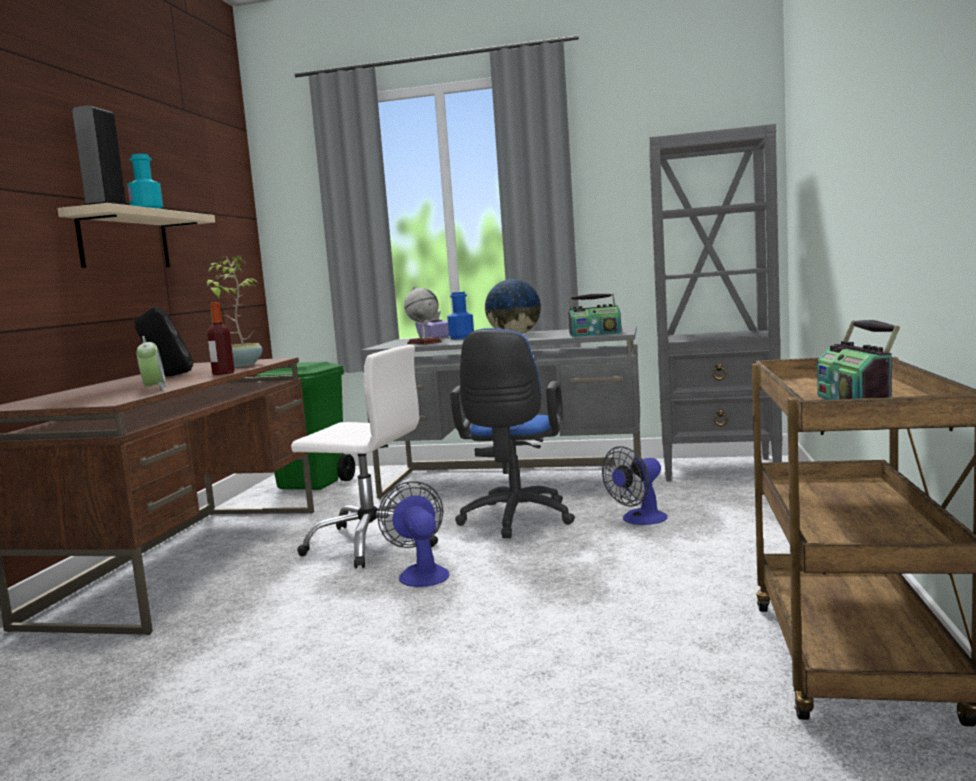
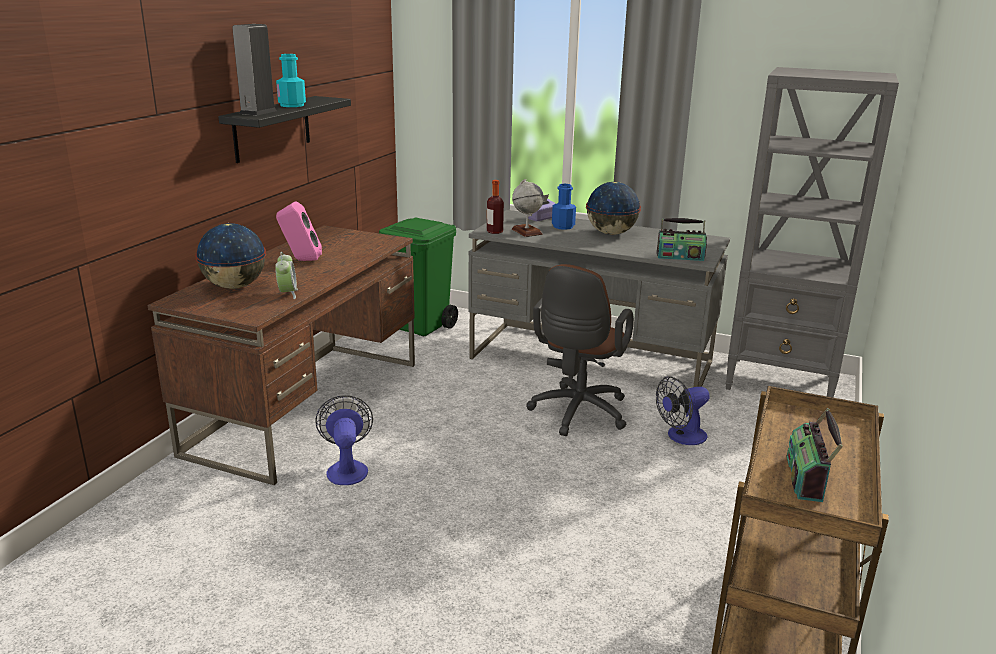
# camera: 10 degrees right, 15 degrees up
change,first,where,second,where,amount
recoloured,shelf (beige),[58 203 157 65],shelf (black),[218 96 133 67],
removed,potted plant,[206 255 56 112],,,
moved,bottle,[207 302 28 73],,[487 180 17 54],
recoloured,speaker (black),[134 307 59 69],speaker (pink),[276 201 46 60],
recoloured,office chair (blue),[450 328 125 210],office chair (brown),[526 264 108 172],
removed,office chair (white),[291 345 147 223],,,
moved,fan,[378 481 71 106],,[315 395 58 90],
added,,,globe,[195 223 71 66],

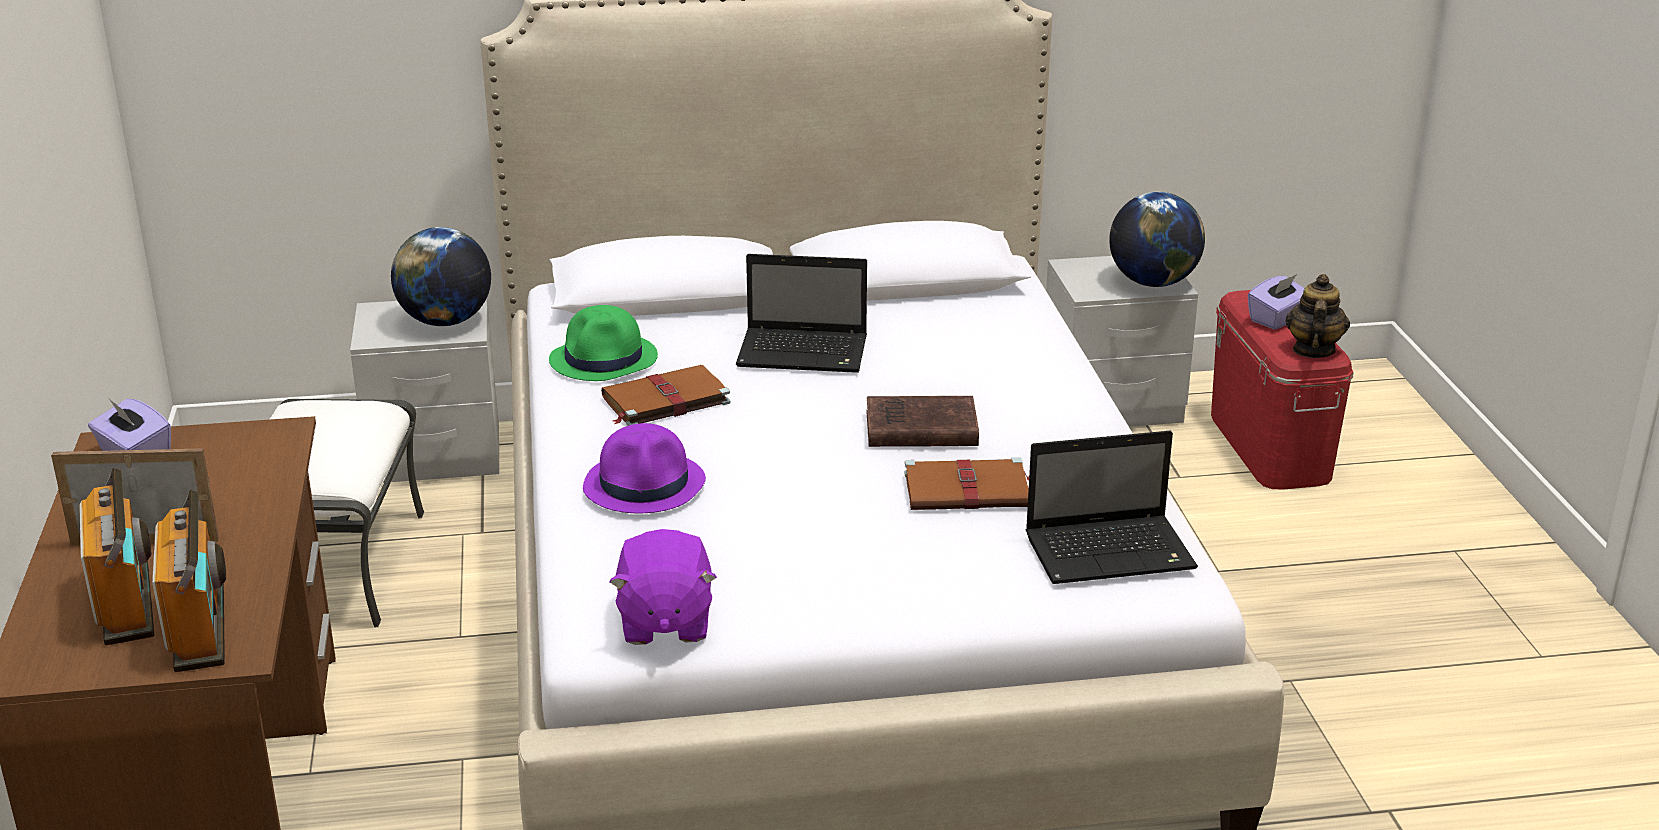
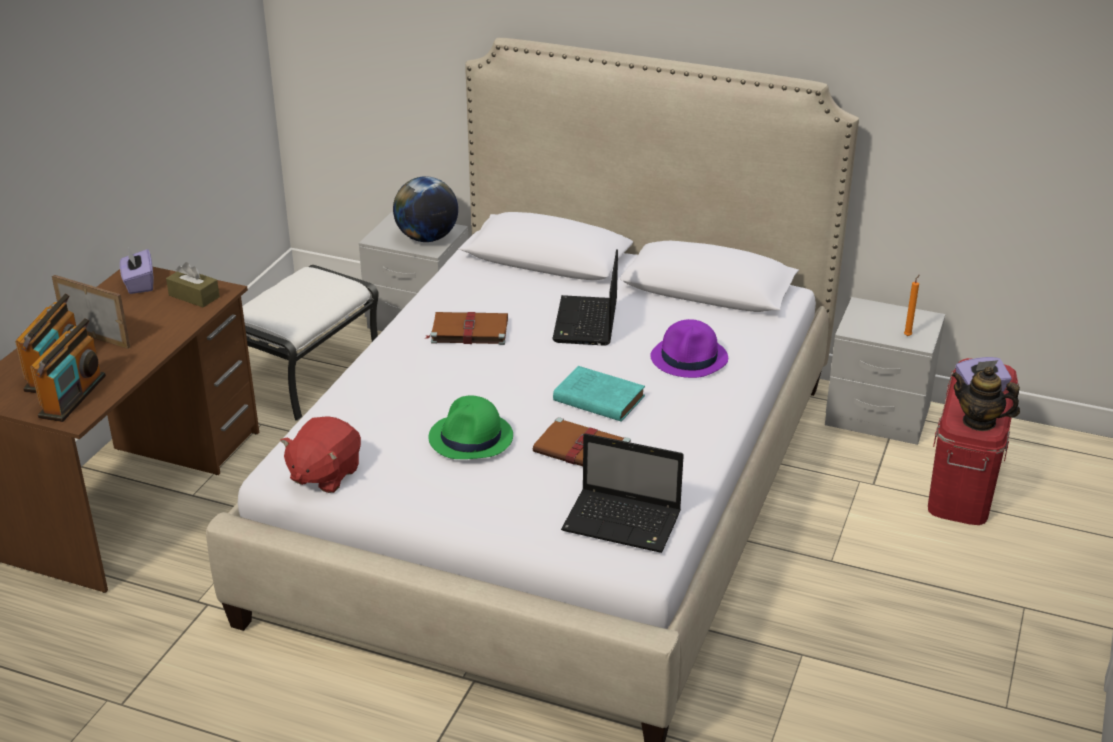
# camera: 30 degrees right, 5 degrees up
change,first,where,second,where,amount
replaced,globe,[1109 192 96 95],candle (orange),[904 274 16 62],
turned,laptop,[736 254 131 119],,[552 249 66 97],60 degrees clockwise
turned,teapot,[1286 274 64 84],,[952 367 68 64],105 degrees counterclockwise
moved,hat (green),[549 305 109 76],,[429 395 84 64],
recoloured,book (brown),[866 396 113 51],book (turquoise),[553 366 92 56],
moved,hat (purple),[583 423 123 90],,[650 319 78 59],
recoloured,plush toy (purple),[609 529 108 116],plush toy (red),[280 416 81 77],
added,,,tissue box (brown),[166 262 54 45],

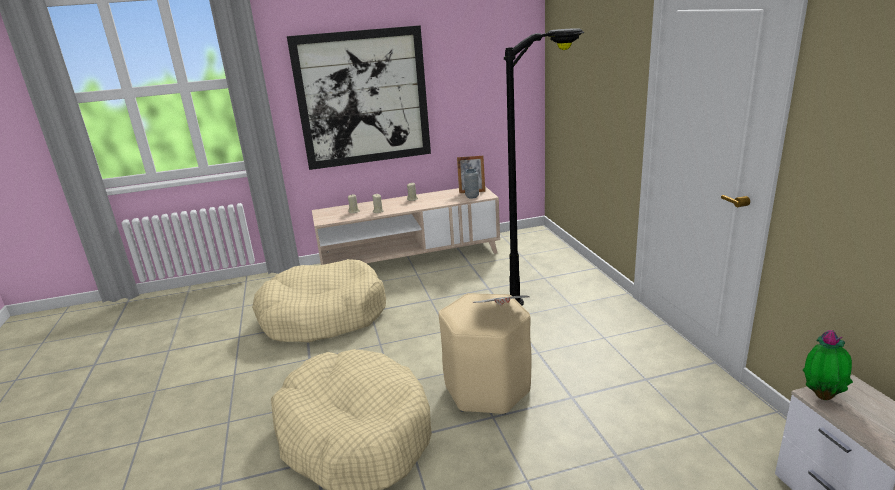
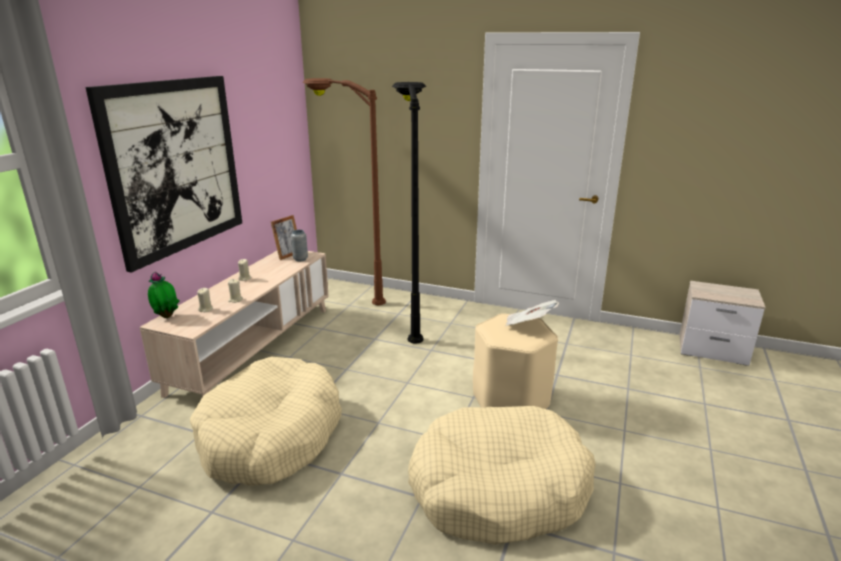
# camera: 55 degrees left, 0 degrees up
change,first,where,second,where,amount
moved,potted plant,[803 330 50 70],,[148 272 31 46],
added,,,floor lamp (brown),[303 78 83 227],

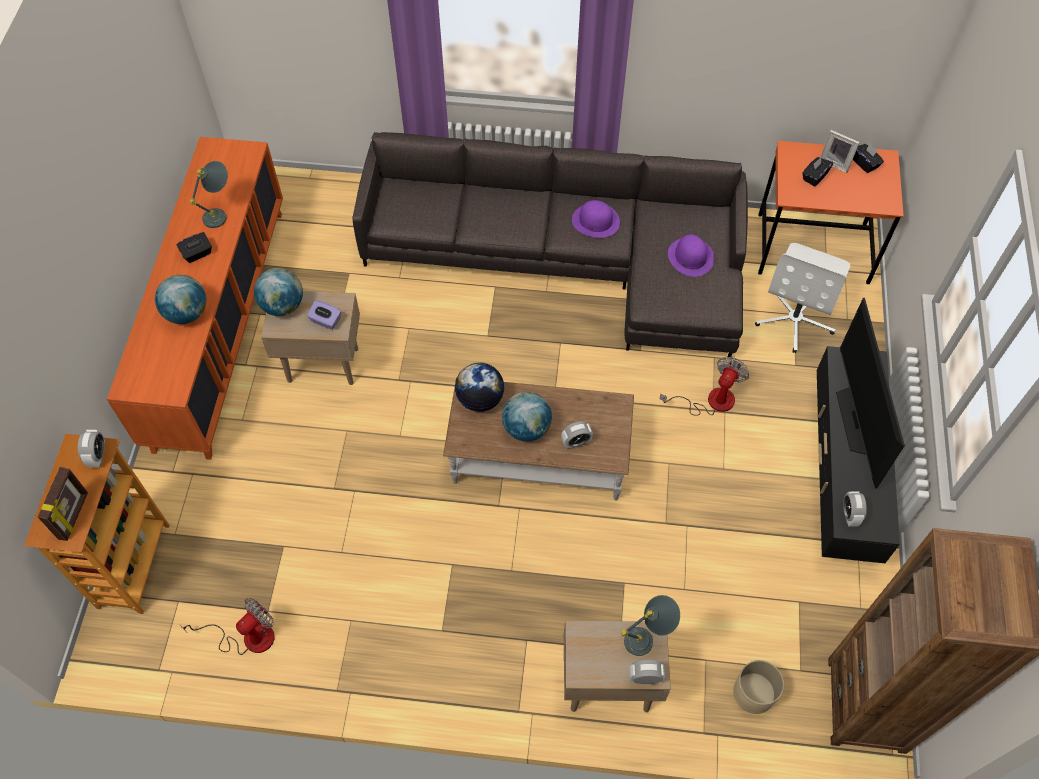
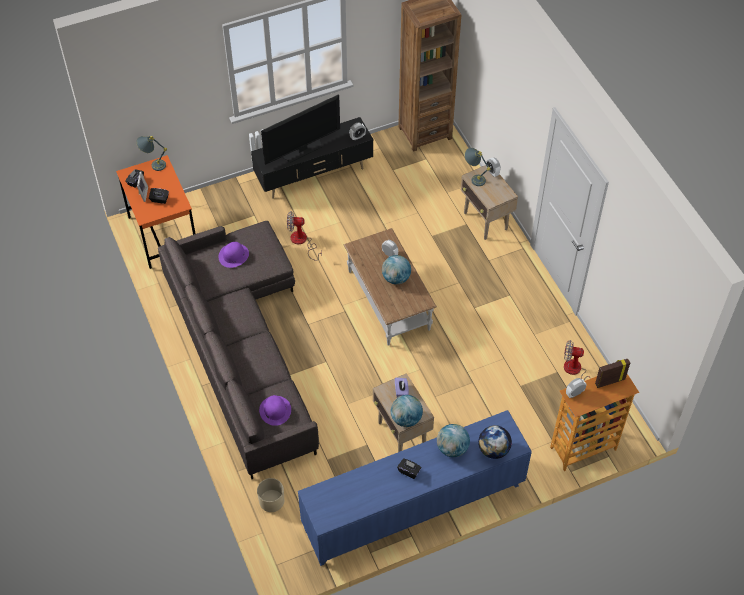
# camera: 120 degrees left, 5 degrees down
change,first,where,second,where,amount
recoloured,cabinet (orange),[107 137 176 323],cabinet (blue),[298 410 234 156],
moved,table lamp (grey),[189 161 39 67],,[136 136 31 35],
moved,hat (purple),[572 200 48 38],,[259 395 32 31],
removed,office chair (white),[755 243 95 110],,,
moved,globe,[455 363 49 49],,[478 425 34 34],
moved,planter (beige),[733 660 51 54],,[257 478 27 34],

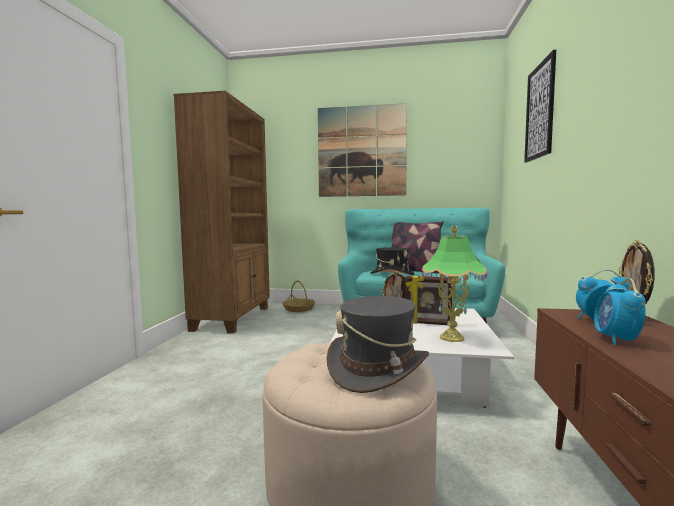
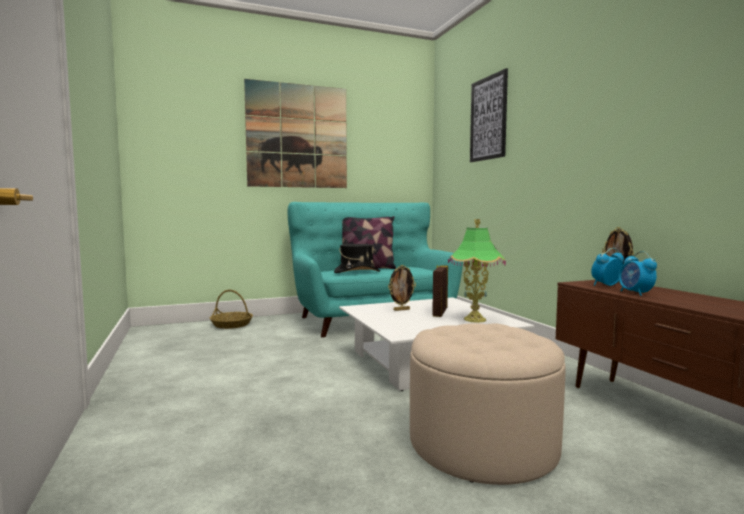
# camera: 30 degrees left, 0 degrees up
change,first,where,second,where,amount
removed,bookcase (brown),[173 91 97 243],,,
turned,picture frame,[405 276 47 49],,[432 265 16 52],120 degrees clockwise
removed,hat (grey),[326 296 103 97],,,

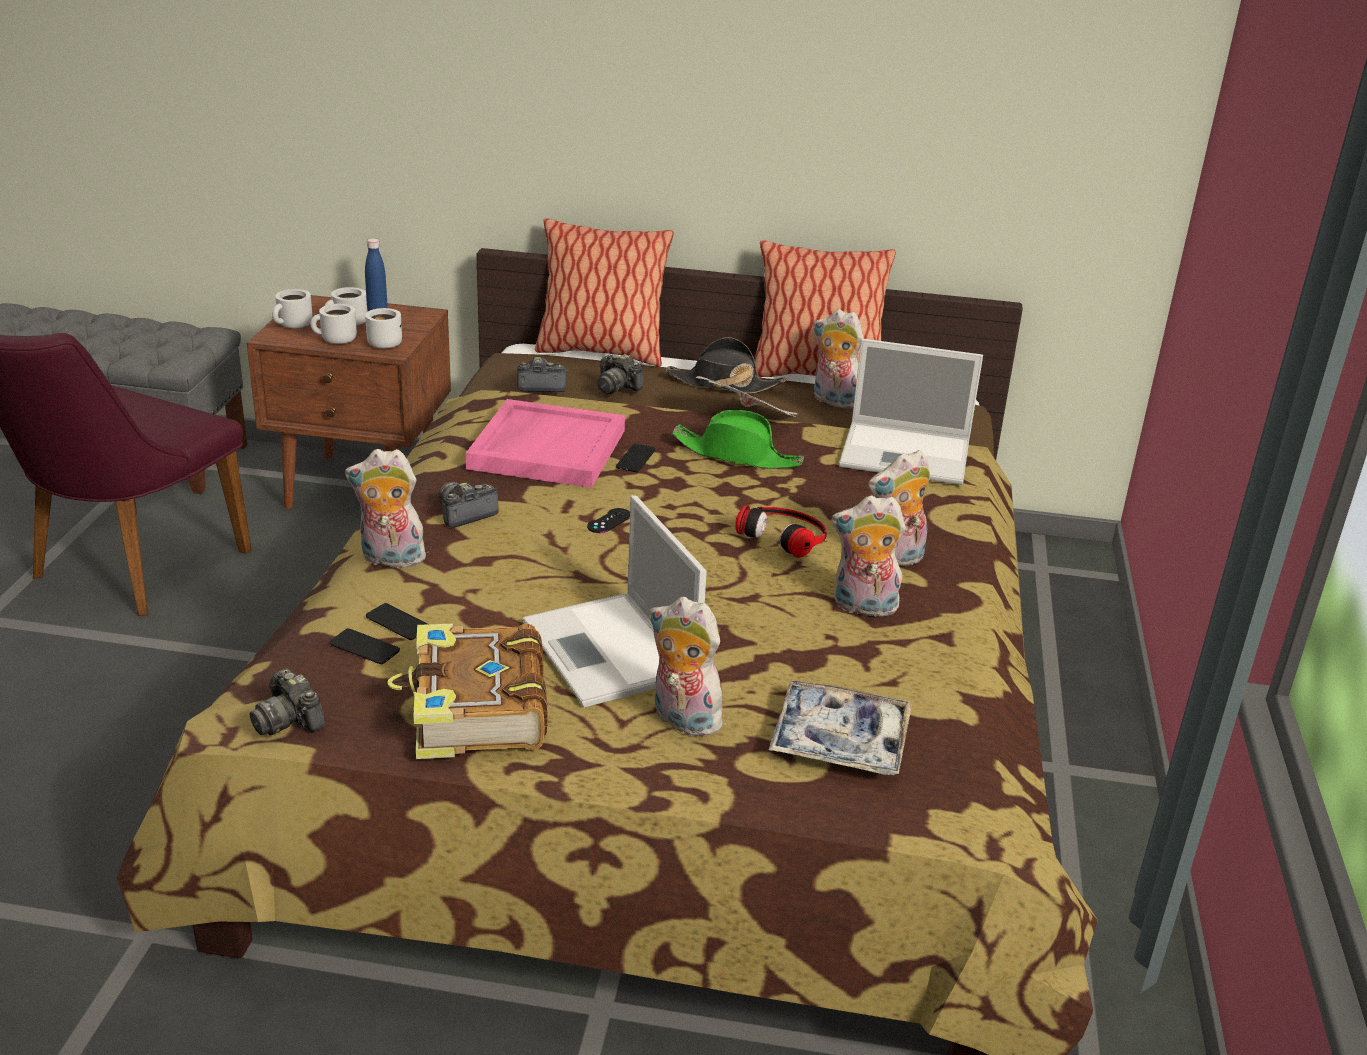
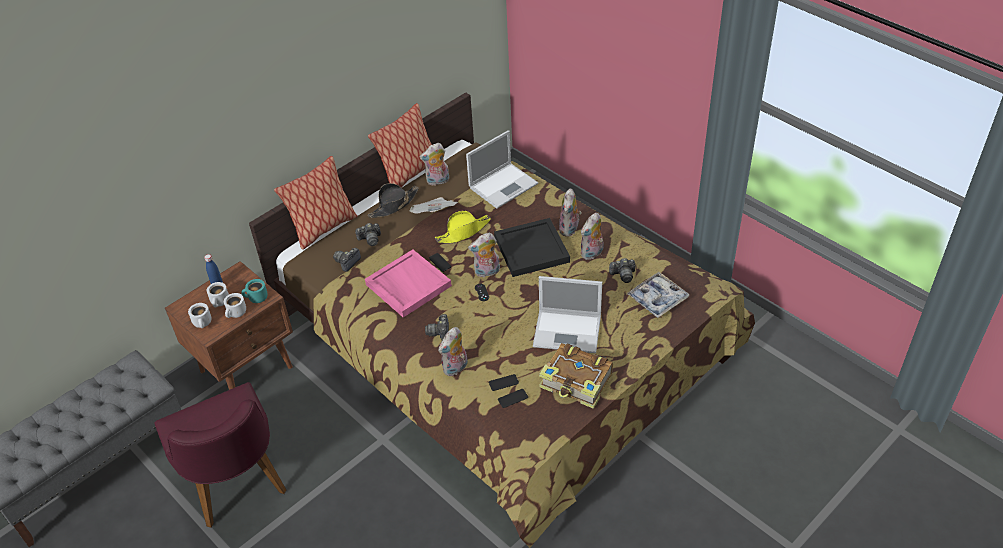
# camera: 50 degrees left, 15 degrees up
change,first,where,second,where,amount
recoloured,mug (white),[365 308 37 41],mug (turquoise),[241 279 27 24],
recoloured,hat (green),[672 410 132 59],hat (yellow),[435 211 56 33],
replaced,headphones,[735 505 92 53],tray (black),[494 218 76 59],
moved,plush toy,[649 597 79 140],,[468 233 32 44],
moved,photo camera,[249 668 76 67],,[609 258 26 25],

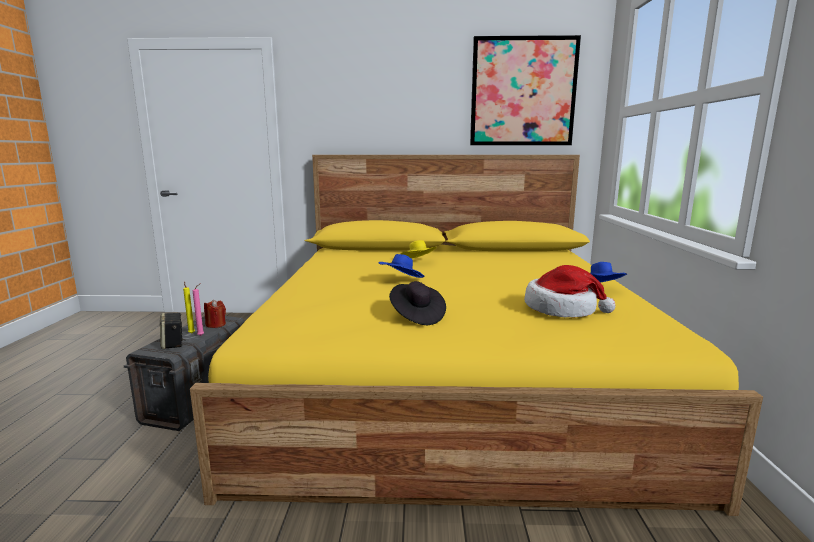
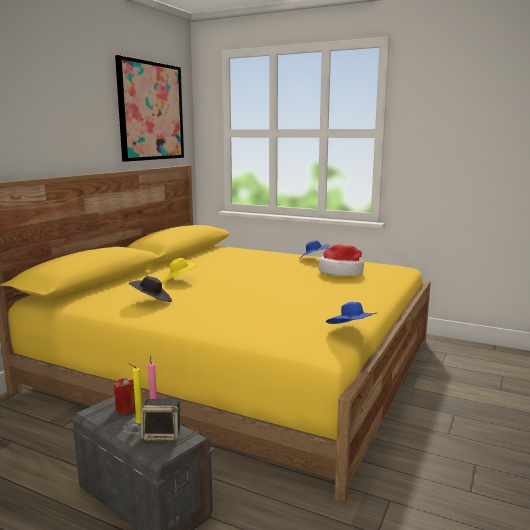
# camera: 65 degrees left, 0 degrees up
change,first,where,second,where,amount
moved,hat (blue),[379 254 46 24],,[326 302 51 22],
moved,hat (black),[389 281 57 44],,[129 276 43 26],

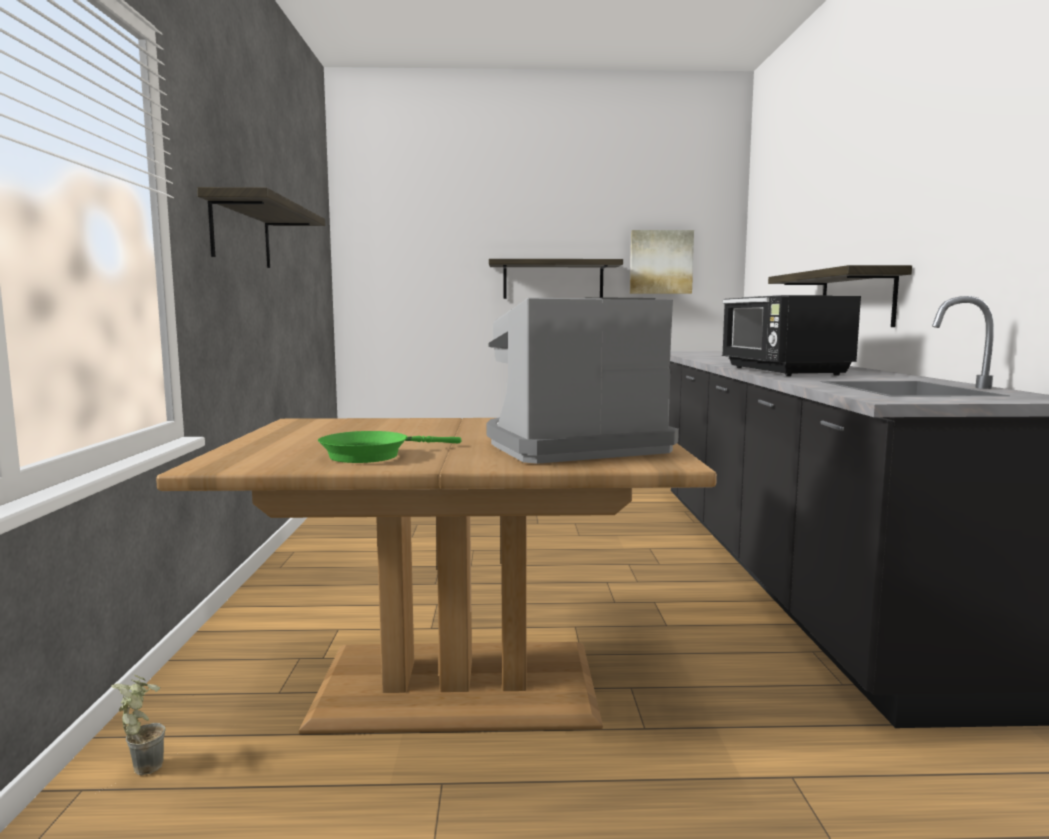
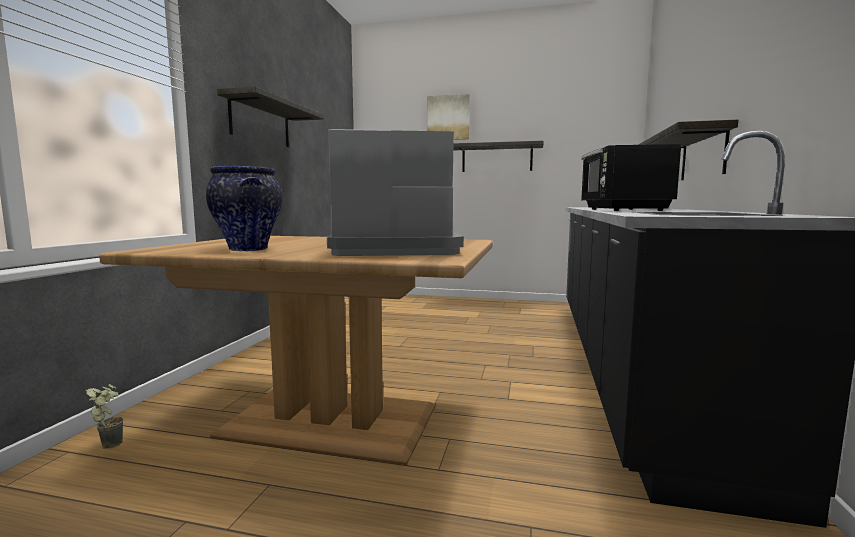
# camera: 15 degrees right, 0 degrees up
change,first,where,second,where,amount
moved,picture,[630 230 64 64],,[427 94 43 46],
replaced,frying pan (green),[318 431 144 32],vase,[206 166 76 85],

